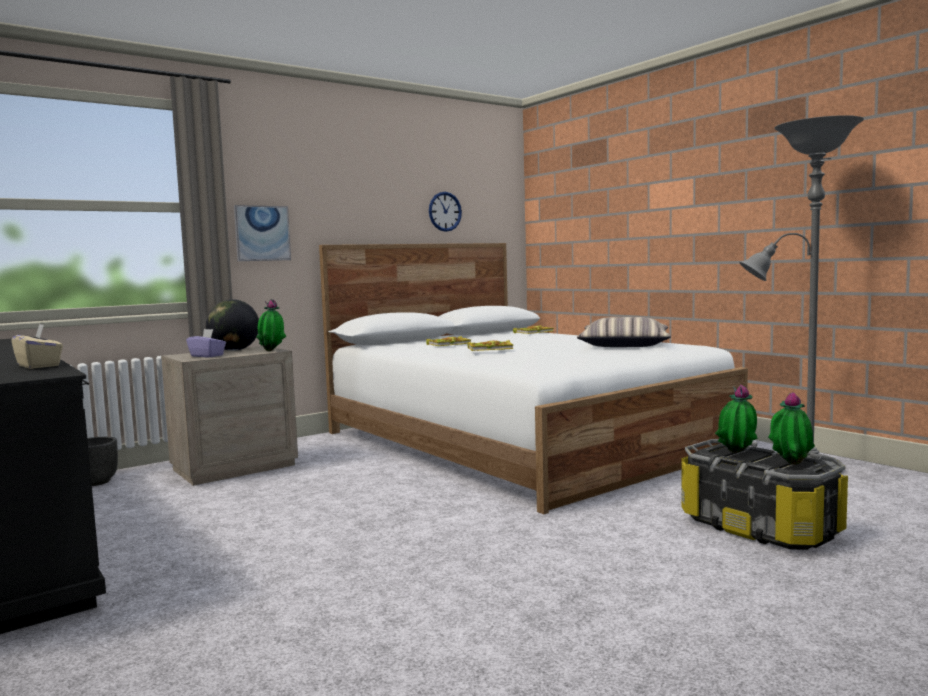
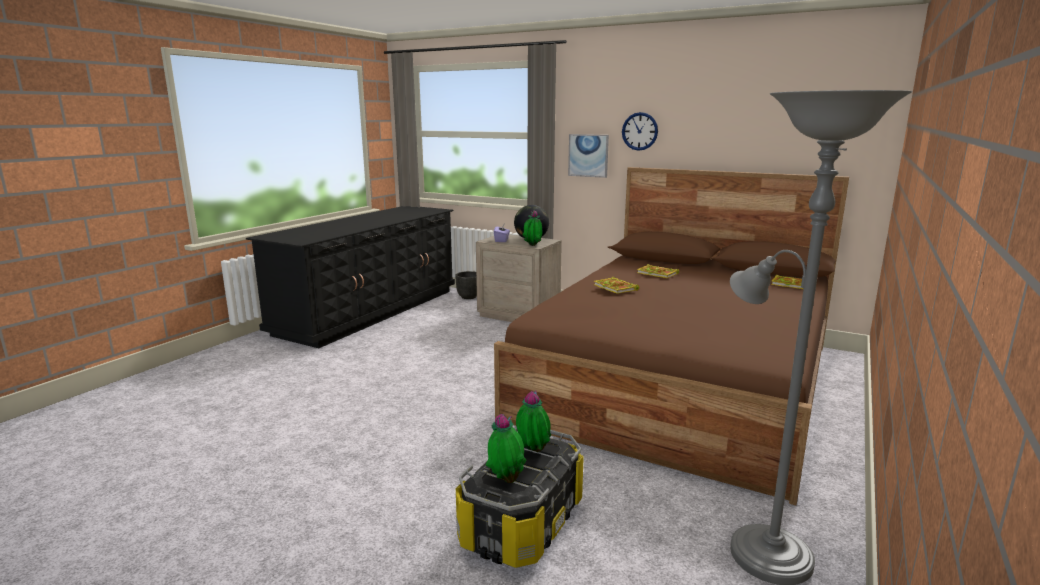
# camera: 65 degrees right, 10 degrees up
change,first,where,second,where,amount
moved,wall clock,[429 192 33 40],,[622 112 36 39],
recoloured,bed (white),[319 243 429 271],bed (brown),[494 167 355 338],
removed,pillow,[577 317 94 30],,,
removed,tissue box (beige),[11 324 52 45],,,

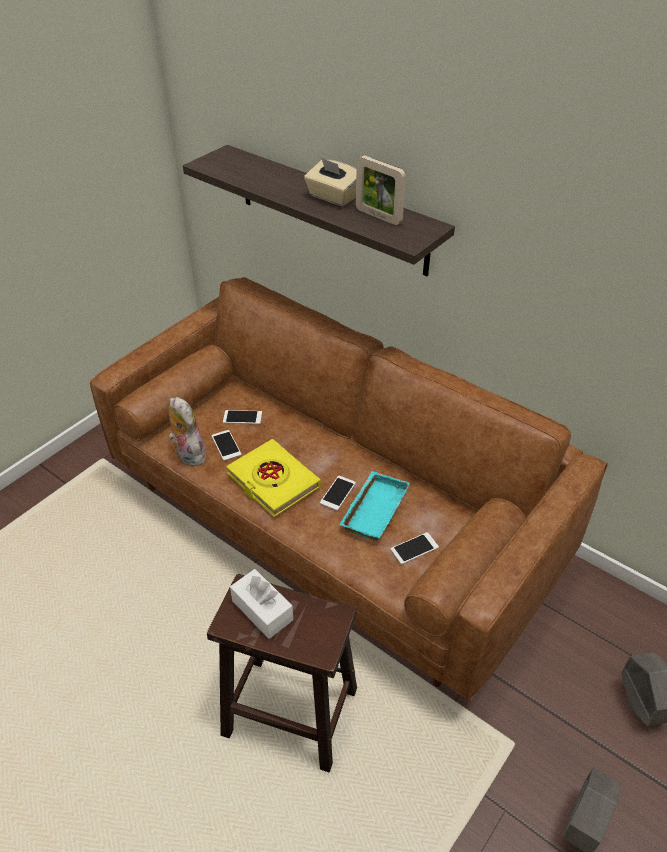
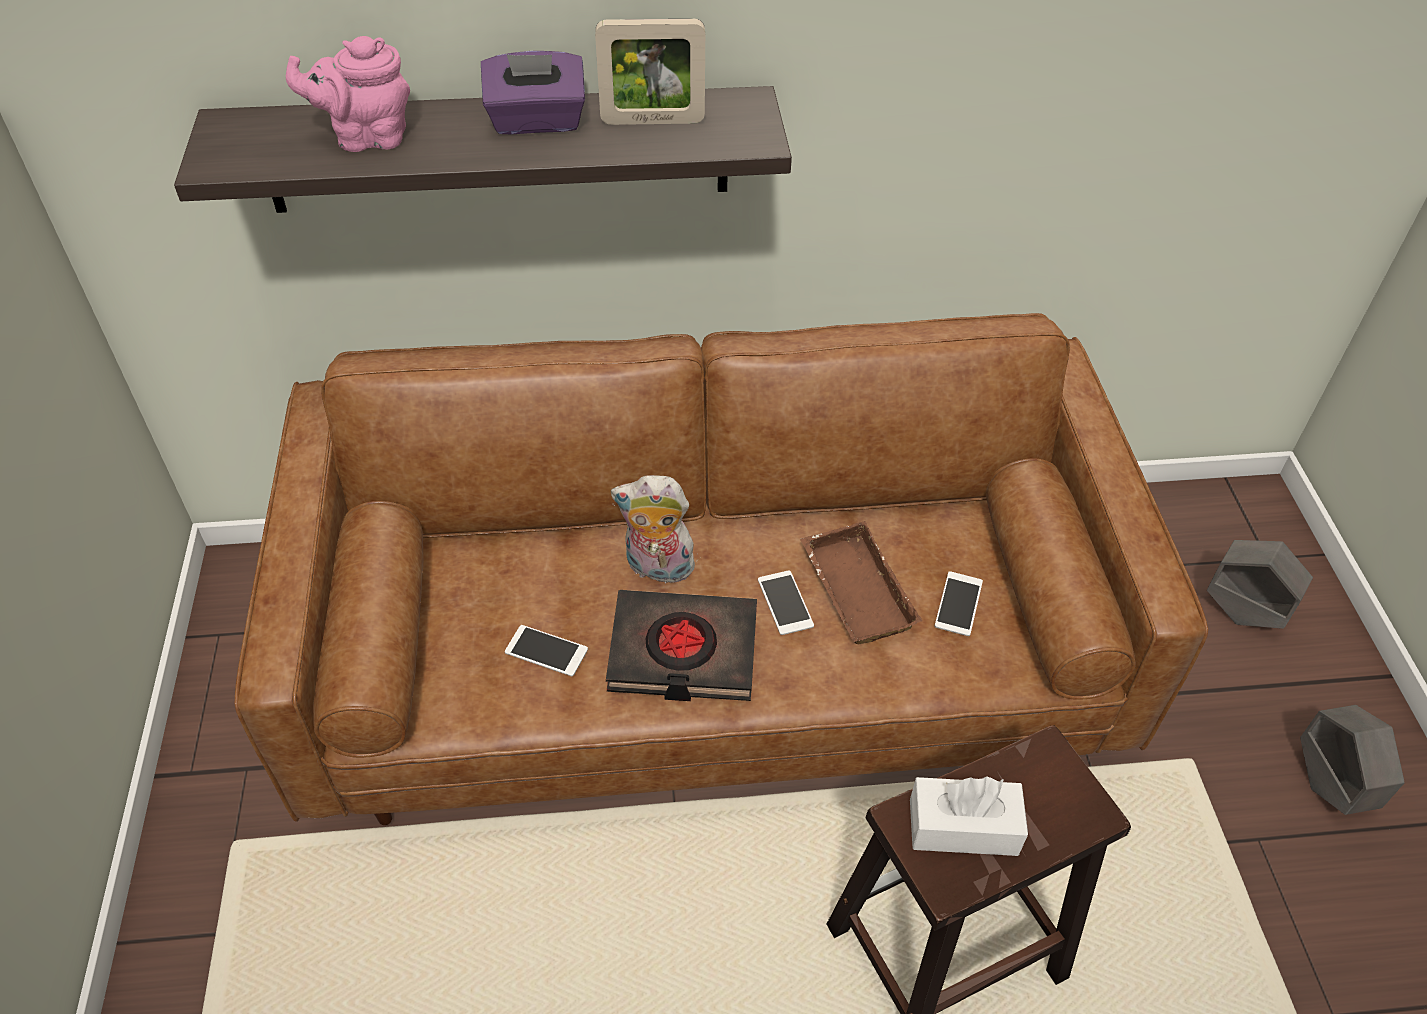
# camera: 45 degrees left, 5 degrees up
change,first,where,second,where,amount
recoloured,tissue box (beige),[304 158 52 48],tissue box (purple),[481 51 104 83],
moved,plush toy,[168 397 38 69],,[611 475 84 108],
removed,phone,[223 410 39 14],,,
recoloured,book (yellow),[226 439 95 78],book (black),[606 590 151 111],
recoloured,tray (turquoise),[339 471 71 70],tray (brown),[801 521 121 123],
added,,,teapot (pink),[286 36 124 116],

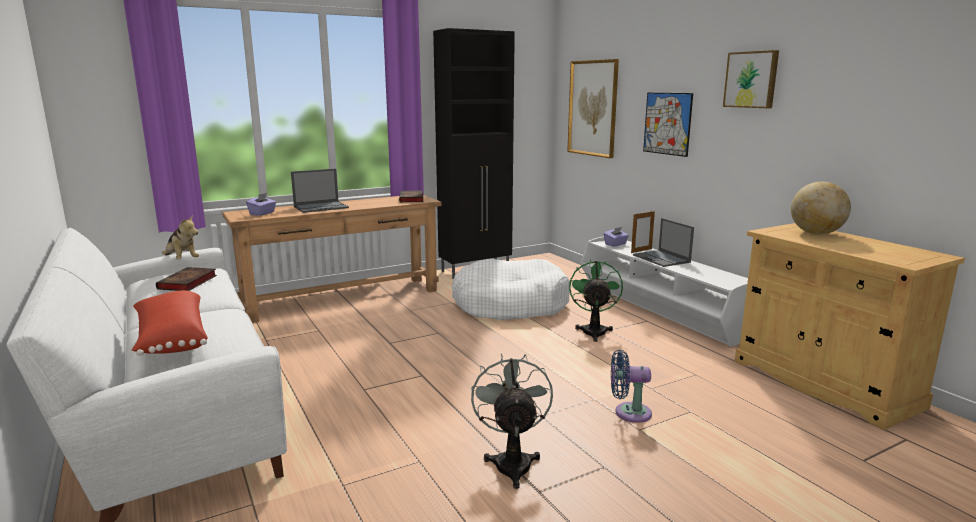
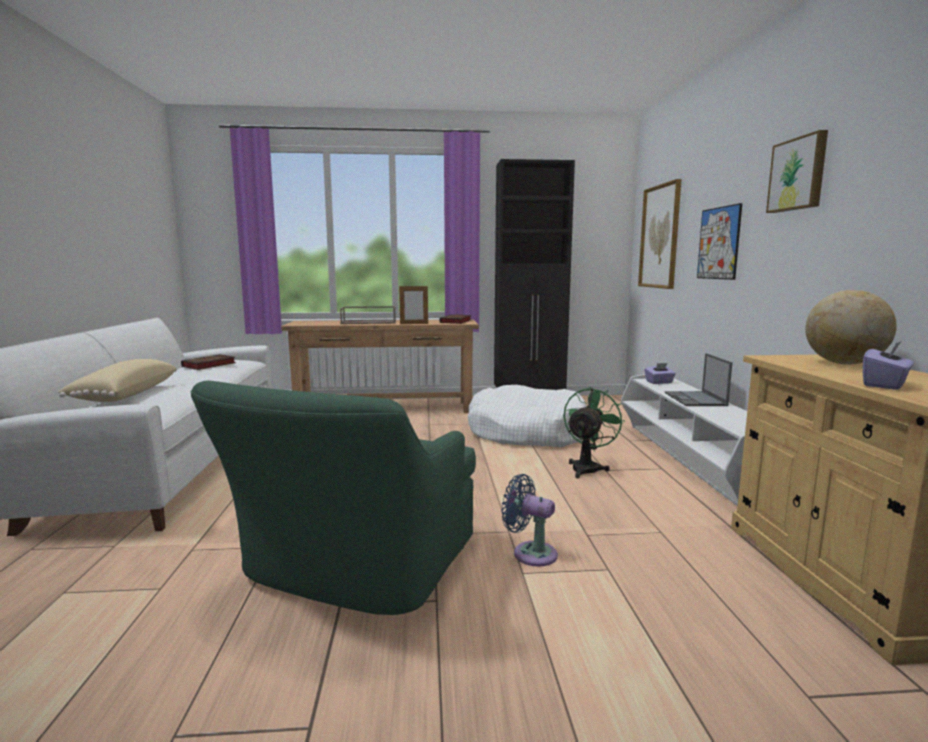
# camera: 25 degrees right, 5 degrees down
change,first,where,second,where,amount
replaced,laptop,[291 169 58 44],tray (brown),[340 306 56 18],
moved,tissue box (purple),[246 193 30 23],,[863 341 51 49],
moved,picture frame,[631 211 24 42],,[399 286 29 38],
removed,plush toy,[162 215 37 45],,,
recoloured,pillow (red),[132 290 76 66],pillow (beige),[58 359 119 43],
replaced,fan (grey),[471 353 82 136],armchair (green),[191 380 285 235],

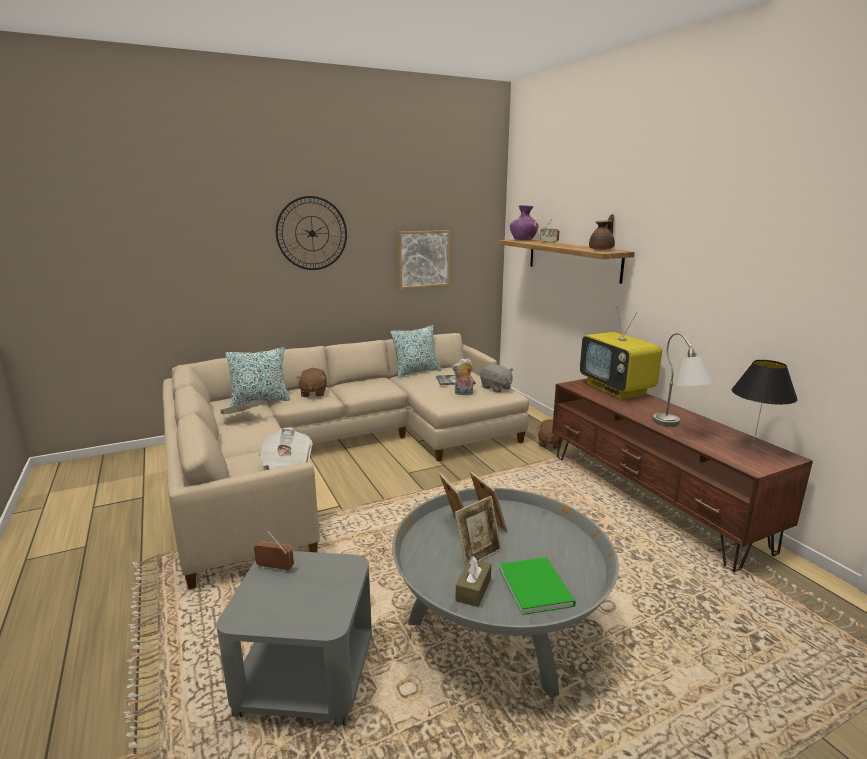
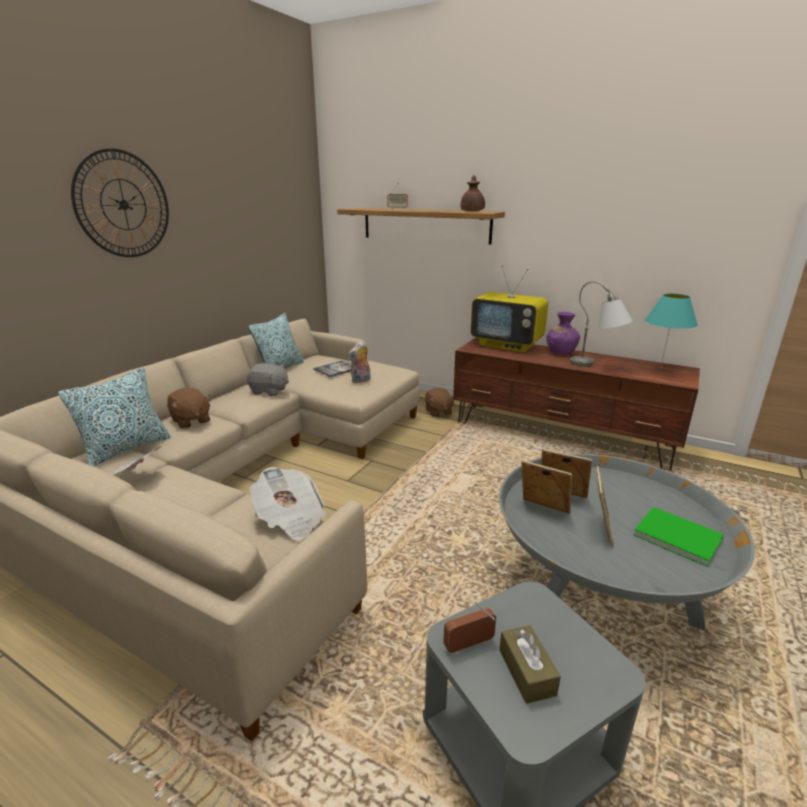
# camera: 35 degrees left, 5 degrees up
change,first,where,second,where,amount
moved,vase (purple),[510 205 29 35],,[546 312 34 43],
removed,picture,[398 230 52 59],,,
recoloured,table lamp (black),[731 360 67 89],table lamp (turquoise),[645 293 53 76],
moved,plush toy (grey),[480 364 33 28],,[247 363 42 33],
moved,tissue box (brown),[456 556 35 51],,[499 625 62 79],

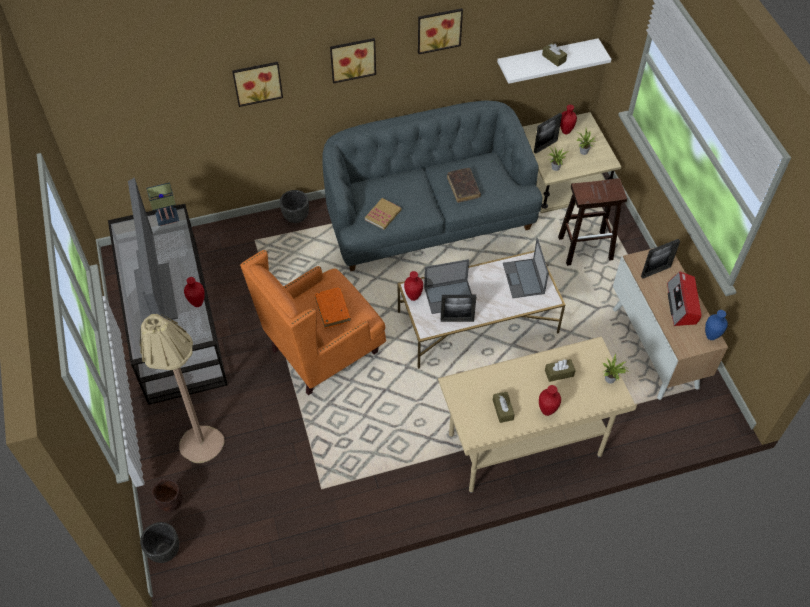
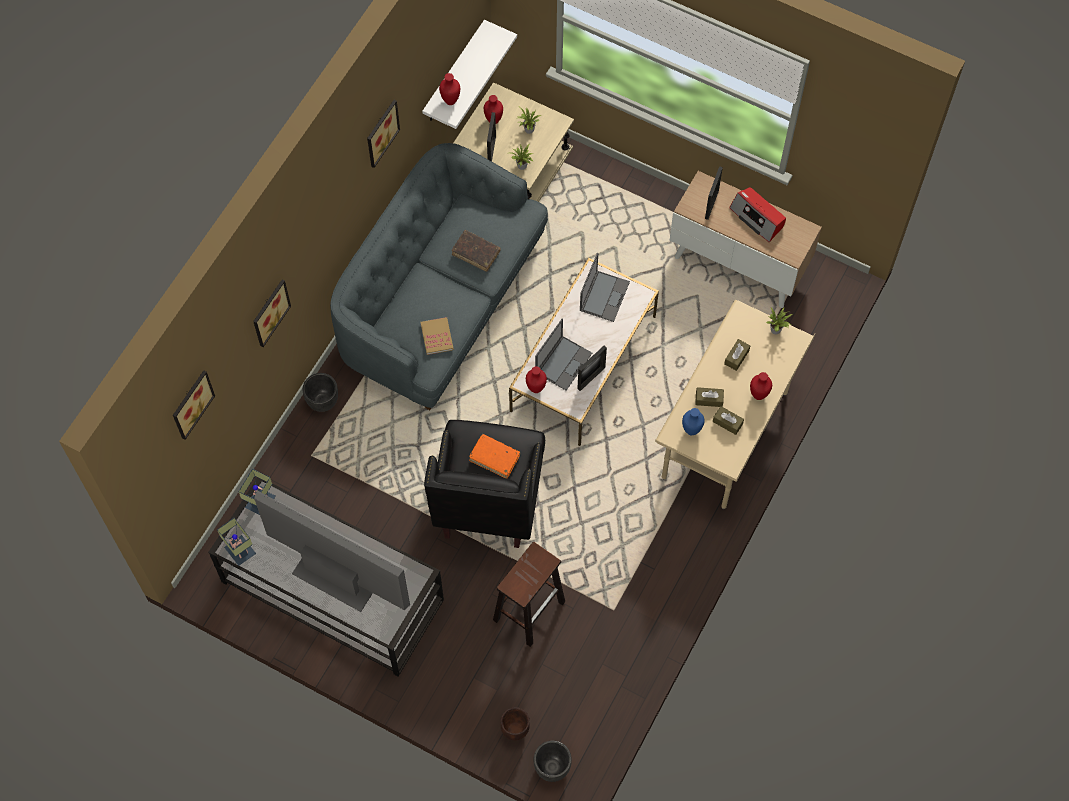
# camera: 45 degrees left, 10 degrees up
change,first,where,second,where,amount
moved,picture,[330 38 46 46],,[173 370 42 70],
moved,tissue box (brown),[542 43 25 24],,[695 387 29 20],
moved,stool (brown),[558 178 69 88],,[493 542 72 105],
turned,laptop,[503 238 46 60],,[580 253 50 69],105 degrees counterclockwise
recoloured,armchair (orange),[240 250 146 145],armchair (black),[424 420 121 128],
moved,vase (red),[184 277 21 30],,[439 73 21 32],
moved,vase (blue),[705 310 23 30],,[682 408 22 27],
removed,floor lamp (beige),[140 314 85 149],,,
added,,,table lamp,[217 518 39 48],

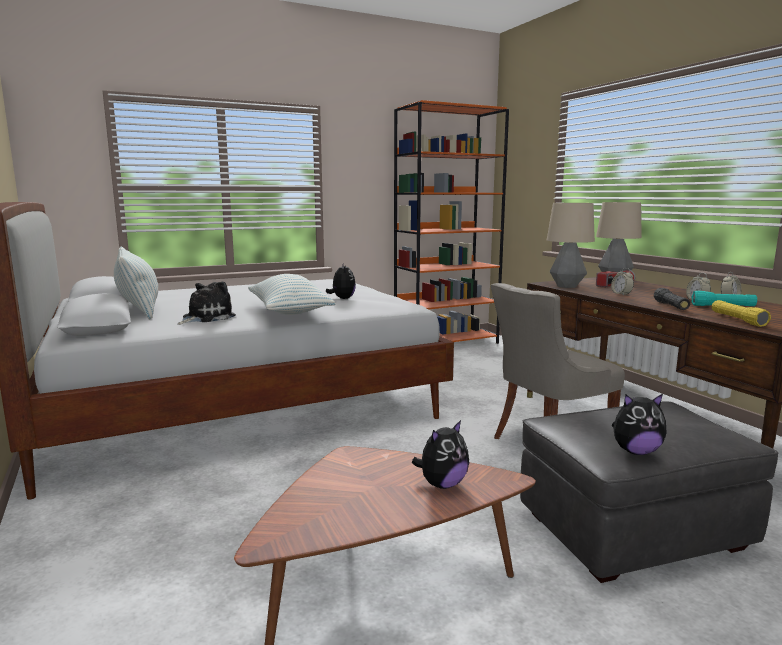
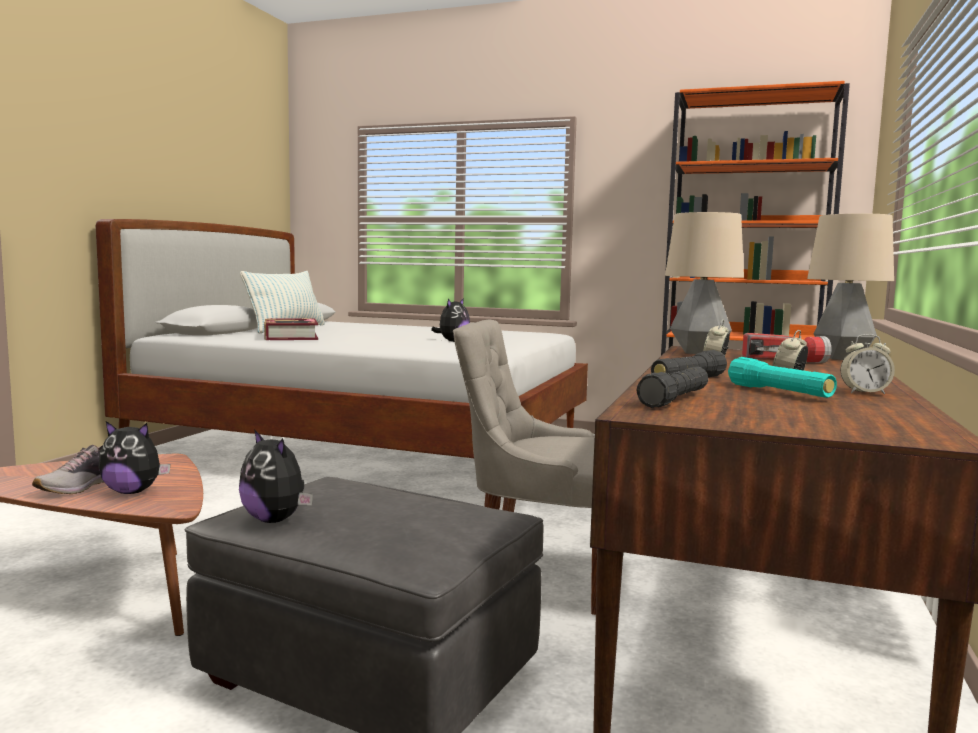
# camera: 45 degrees right, 5 degrees down
change,first,where,second,where,amount
removed,pillow,[248 274 88 41],,,
replaced,plush toy,[178 282 58 43],book,[264 318 54 22],
recoloured,flashlight (yellow),[712 300 59 27],flashlight (black),[637 366 71 42],
added,,,shoe,[32 445 72 49],

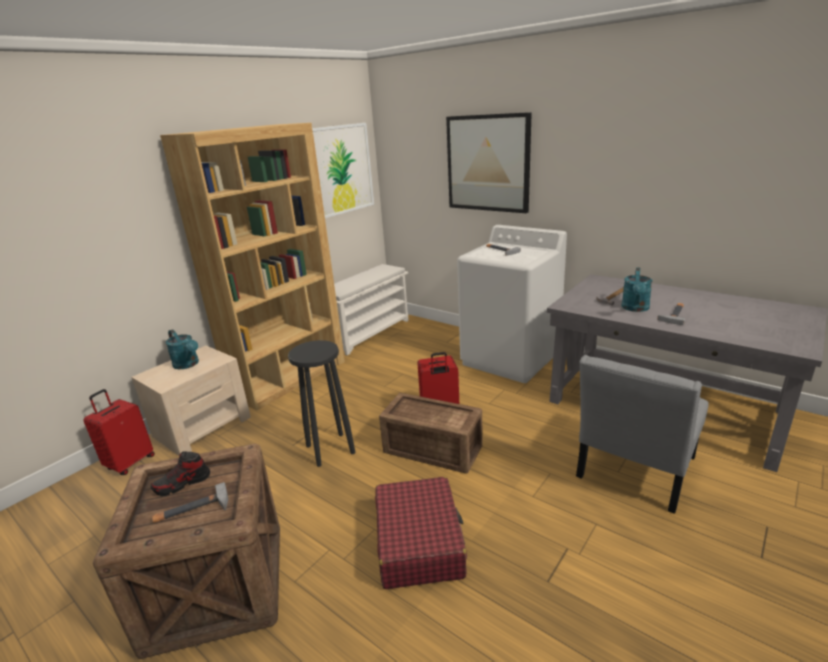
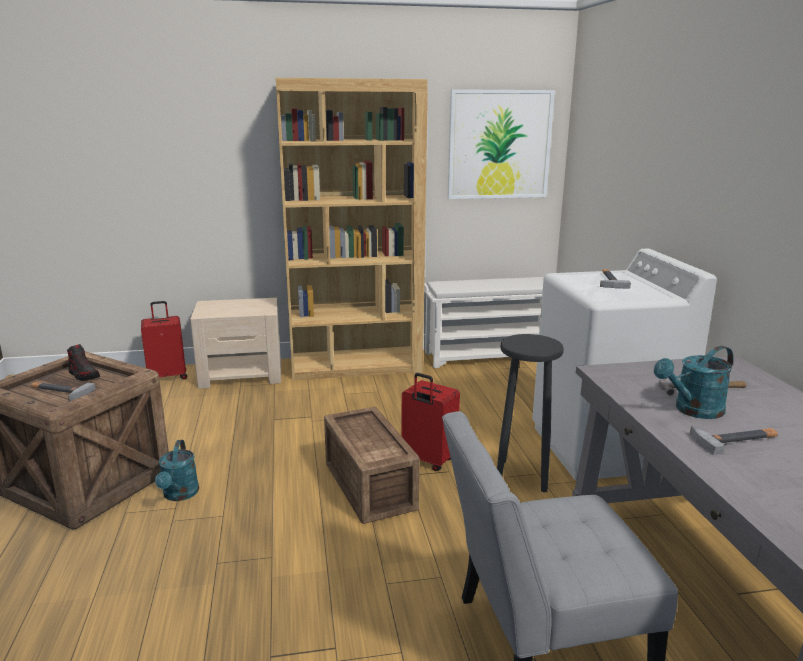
# camera: 40 degrees right, 5 degrees down
change,first,where,second,where,amount
removed,picture,[446 112 86 101],,,
moved,watering can (turquoise),[166 329 33 40],,[155 440 44 61],
moved,stool (black),[288 340 67 127],,[497 334 67 158],
turned,shoe,[151 451 59 45],,[67 344 33 37],150 degrees counterclockwise
removed,suitcase (red),[375 476 92 113],,,

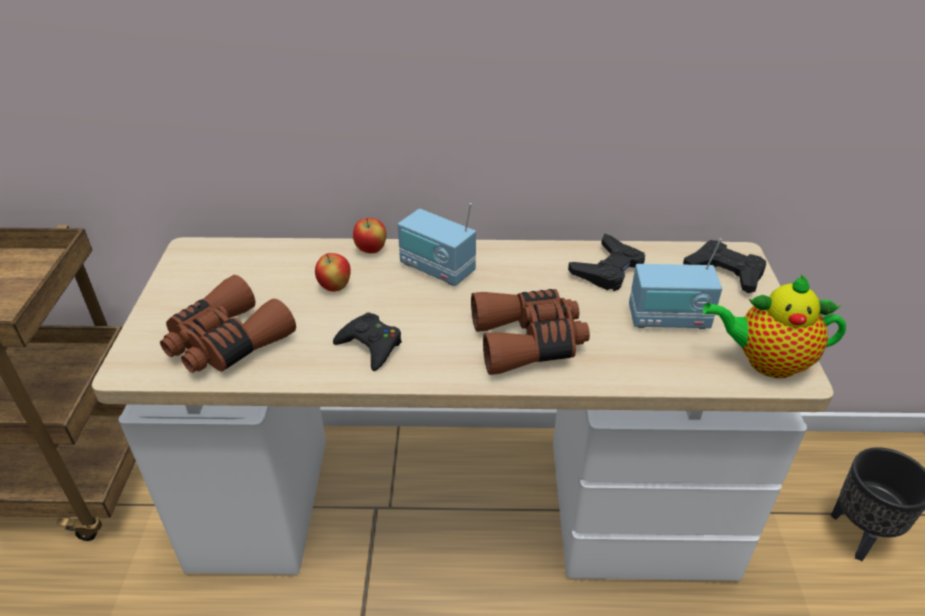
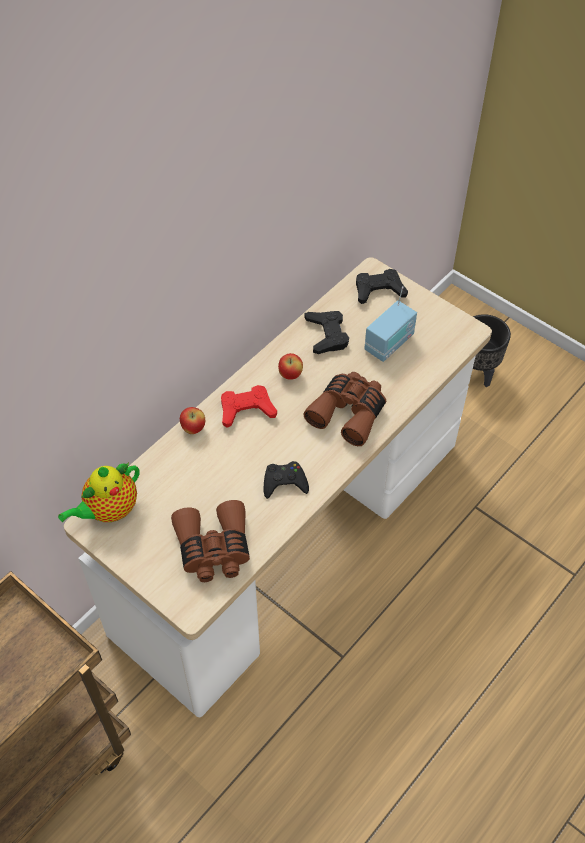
# camera: 50 degrees left, 15 degrees up
change,first,where,second,where,amount
replaced,radio,[398 203 78 83],game controller (red),[221 385 56 43],
moved,apple,[315 253 36 39],,[278 353 25 27],
moved,teapot,[703 274 143 104],,[58 462 82 60],

